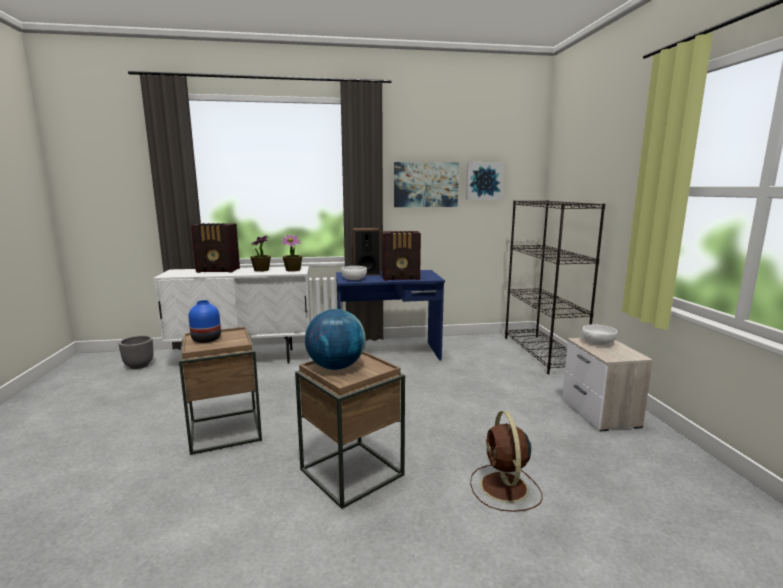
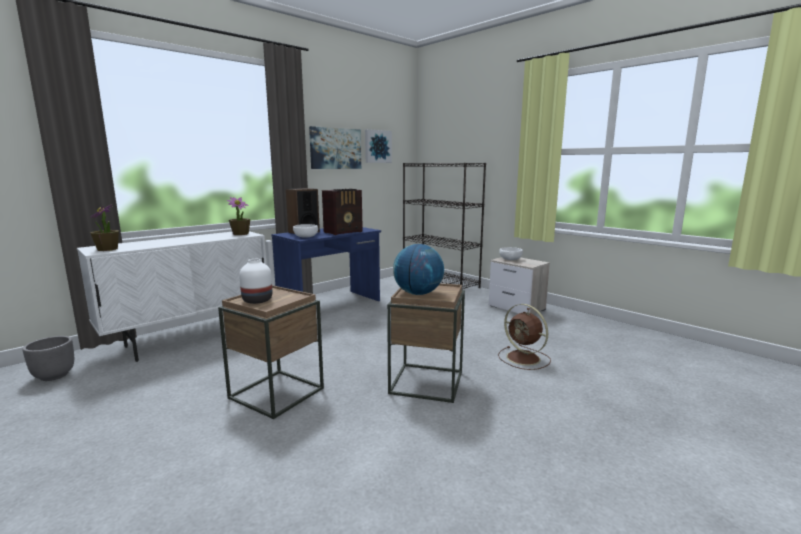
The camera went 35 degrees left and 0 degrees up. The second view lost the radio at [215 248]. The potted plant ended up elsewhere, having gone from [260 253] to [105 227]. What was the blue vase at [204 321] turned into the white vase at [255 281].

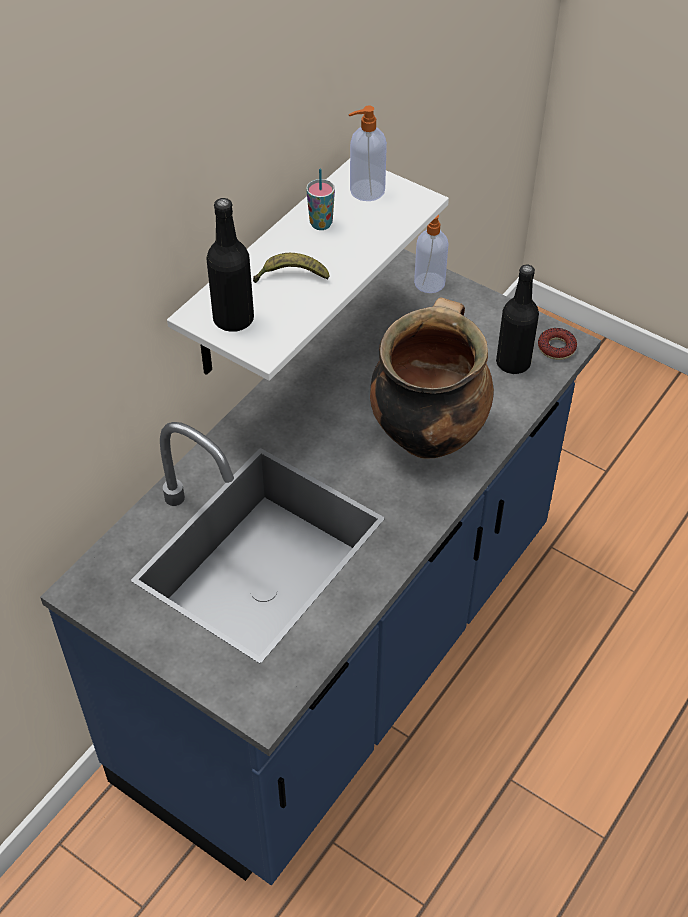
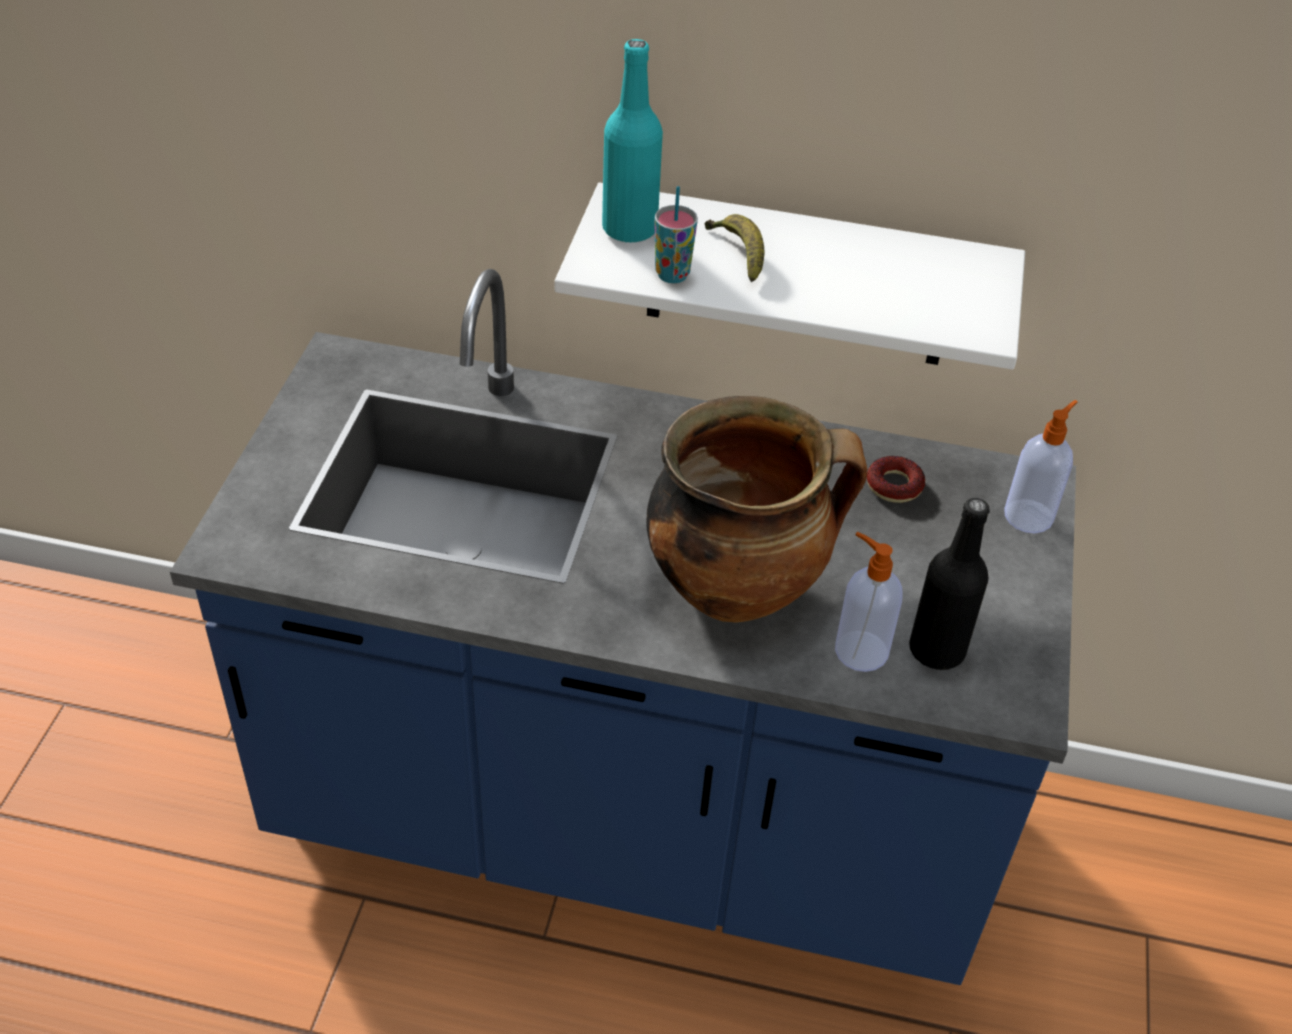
The camera went 65 degrees right and 5 degrees down. The cup ended up elsewhere, having gone from [320 199] to [676 234]. The soap dispenser ended up elsewhere, having gone from [368 153] to [869 602]. The donut ended up elsewhere, having gone from [557 344] to [896 479]. What was the black bottle at [230 265] turned into the turquoise bottle at [632 141].

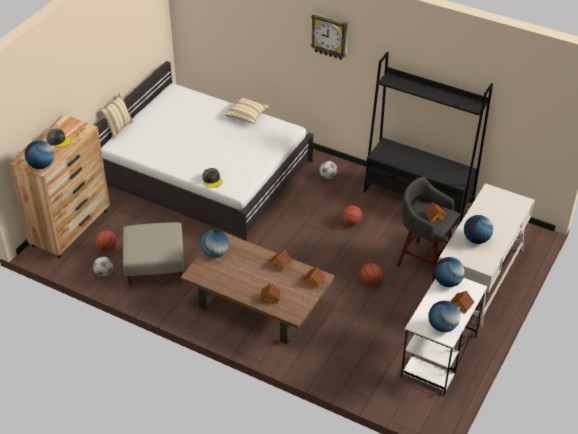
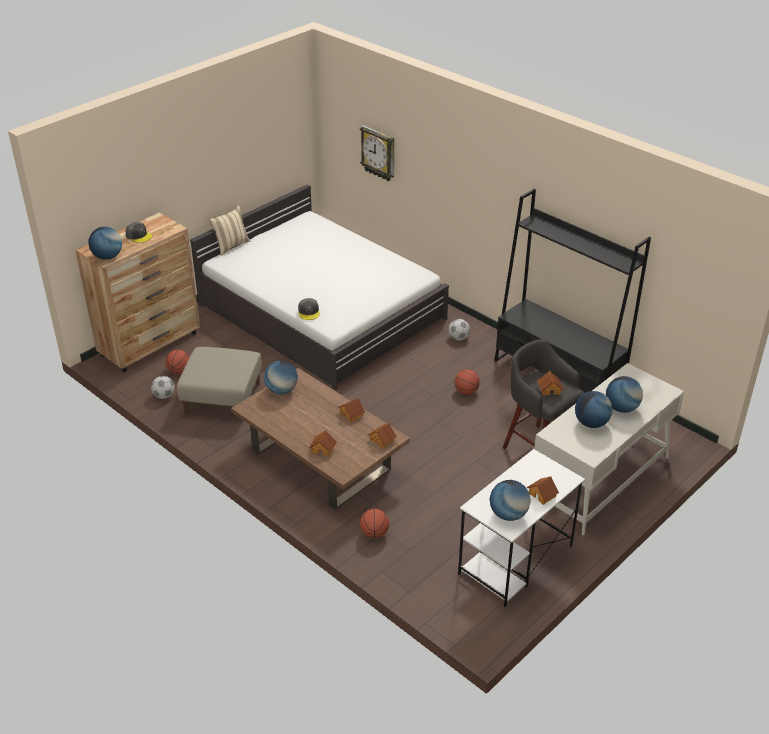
The camera went 15 degrees right and 5 degrees down. The second view lost the beige pillow at [247 110]. The wall clock ended up elsewhere, having gone from [329 36] to [377 153]. The basketball ended up elsewhere, having gone from [371 274] to [374 523]. The globe ended up elsewhere, having gone from [449 272] to [624 394].

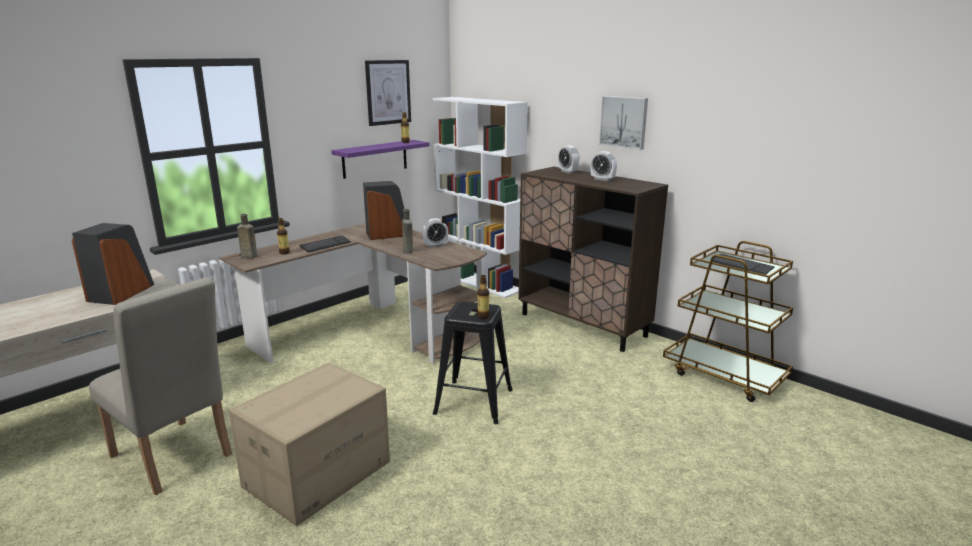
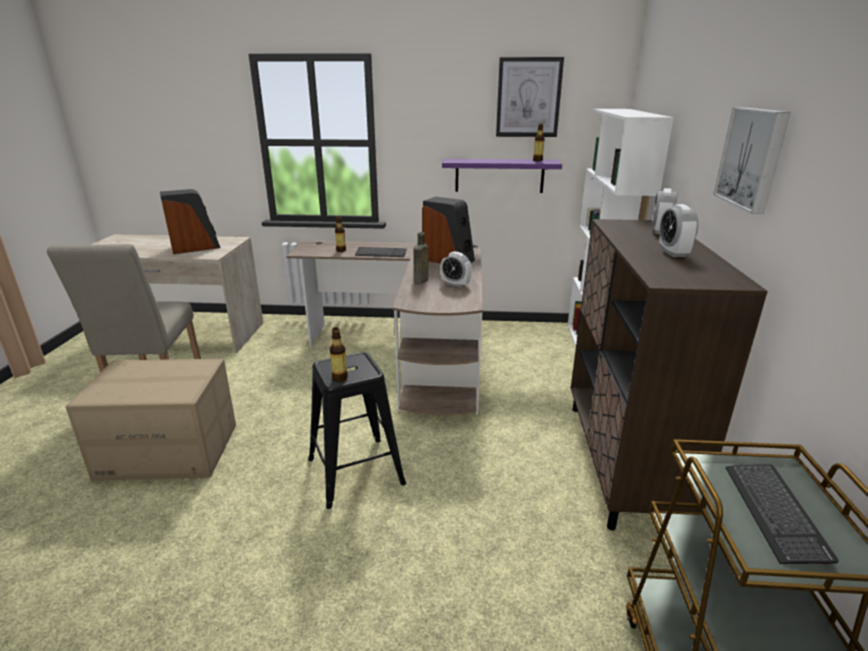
The camera went 50 degrees right and 5 degrees up. The second view lost the brown bottle at [247 236].

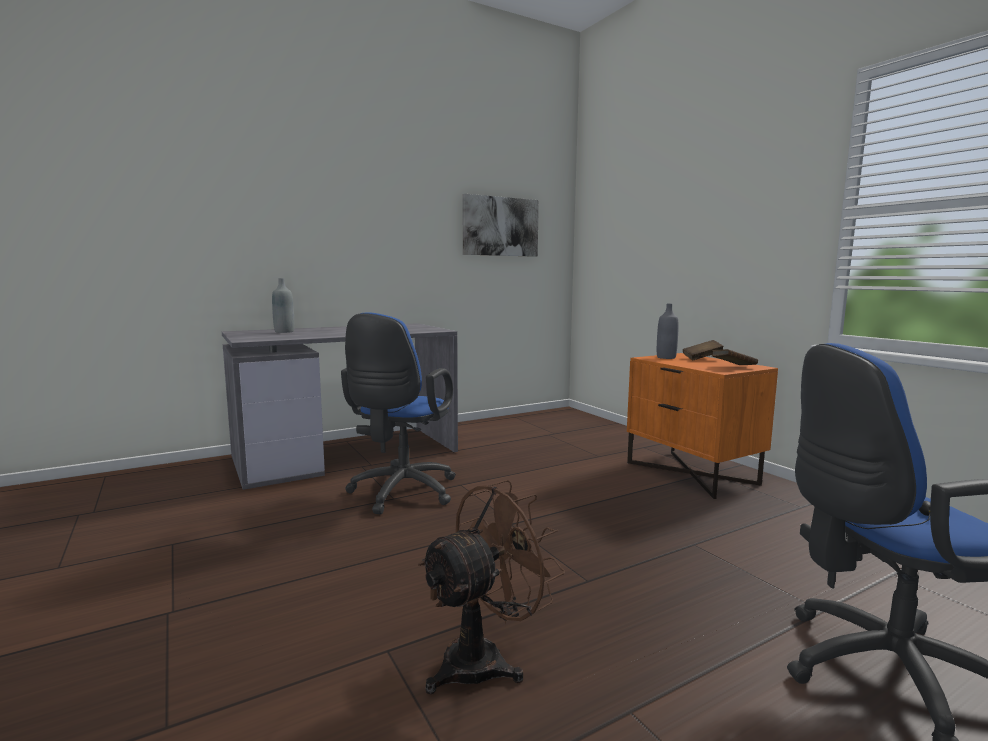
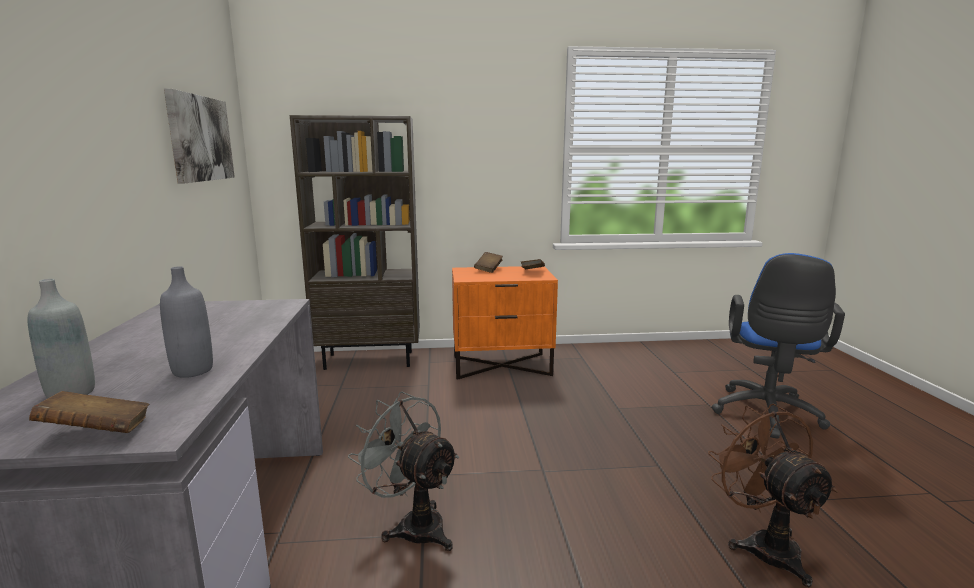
The camera went 65 degrees left and 5 degrees up. The second view gained the brown book at [89 412]. The second view gained the brown bookcase at [355 242]. The grey bottle ended up elsewhere, having gone from [668 331] to [186 322]. Where the blue office chair stood at [398 413], the grey fan came to stand at [403 471].

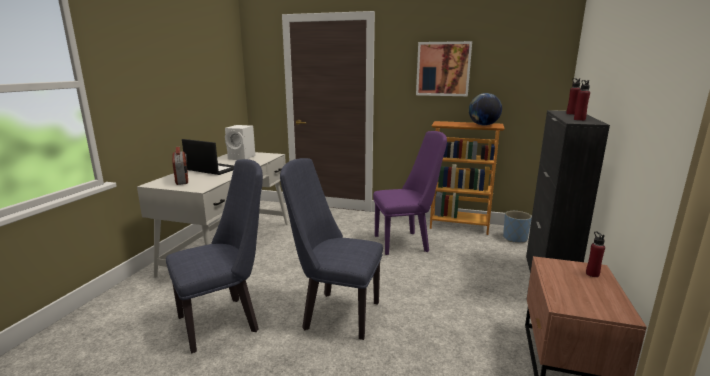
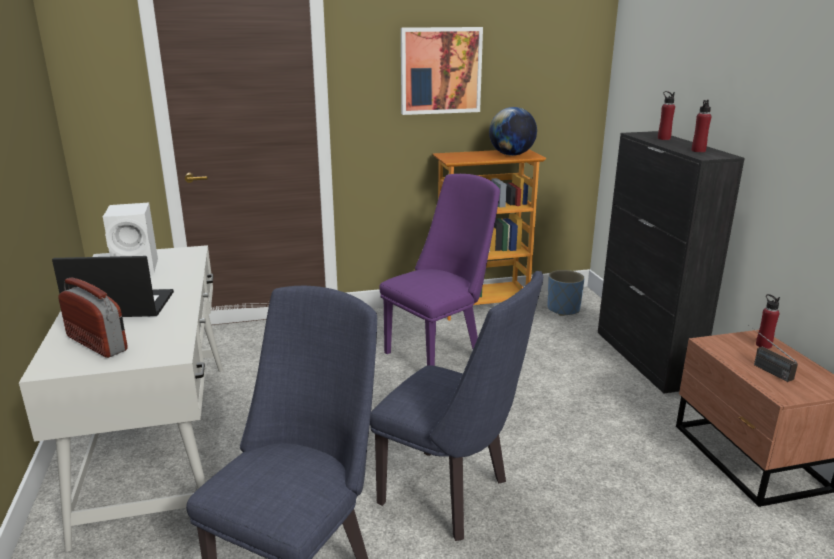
The camera went 30 degrees left and 5 degrees up. The second view gained the radio at [773 353]. The blue chair at [331 249] ended up facing another way, 135 degrees counterclockwise from before.

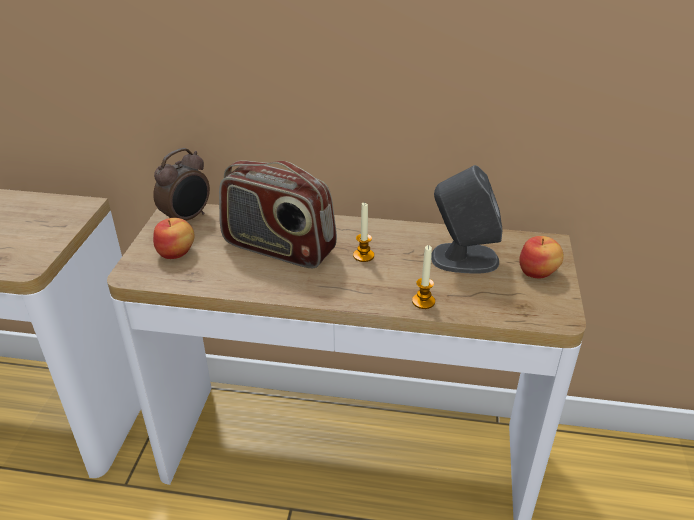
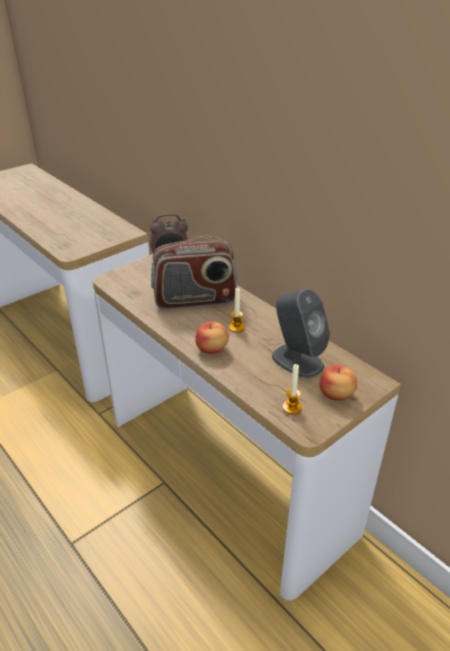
The camera went 40 degrees right and 0 degrees up. The apple ended up elsewhere, having gone from [174 238] to [212 338]. The candle ended up elsewhere, having gone from [423 277] to [292 389]. The radio at [278 214] ended up facing another way, 75 degrees counterclockwise from before.

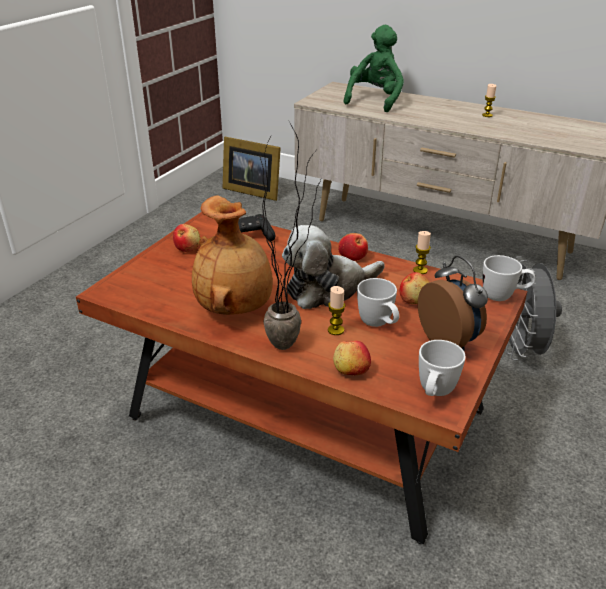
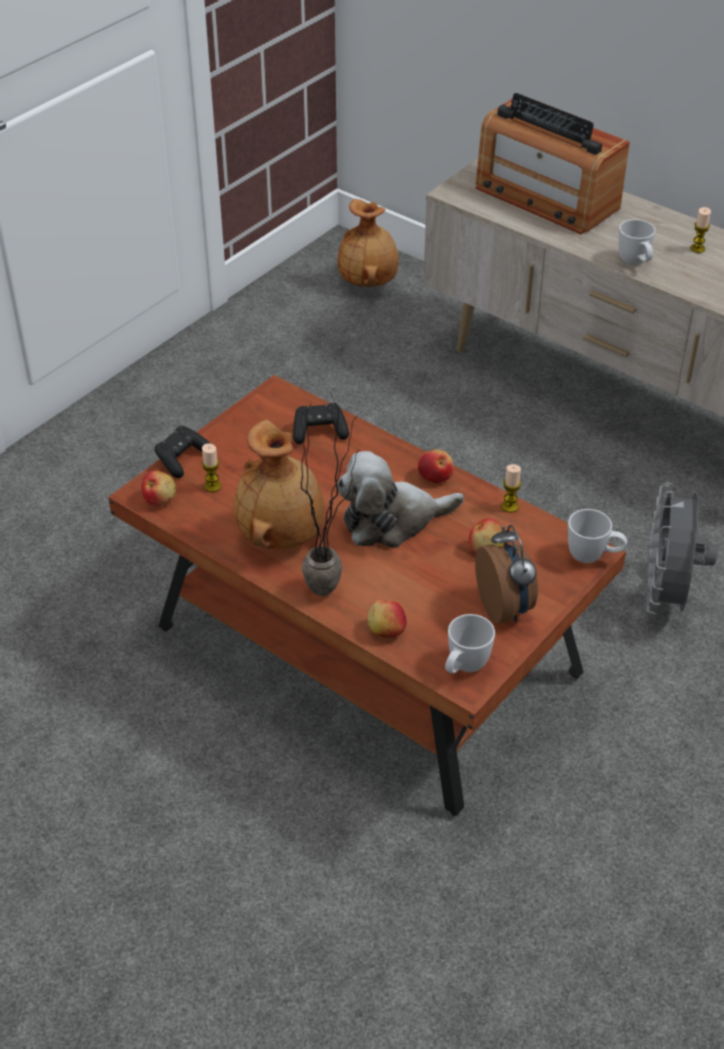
The camera went 10 degrees right and 10 degrees up. The second view gained the black game controller at [183 452]. The apple ended up elsewhere, having gone from [187 238] to [158 488]. The candle ended up elsewhere, having gone from [337 310] to [211 467]. The white mug ended up elsewhere, having gone from [378 302] to [636 242]. Where the picture frame stood at [252 169], the brown vase came to stand at [368 243]. Where the green plush toy stood at [374 68], the radio came to stand at [553 163].

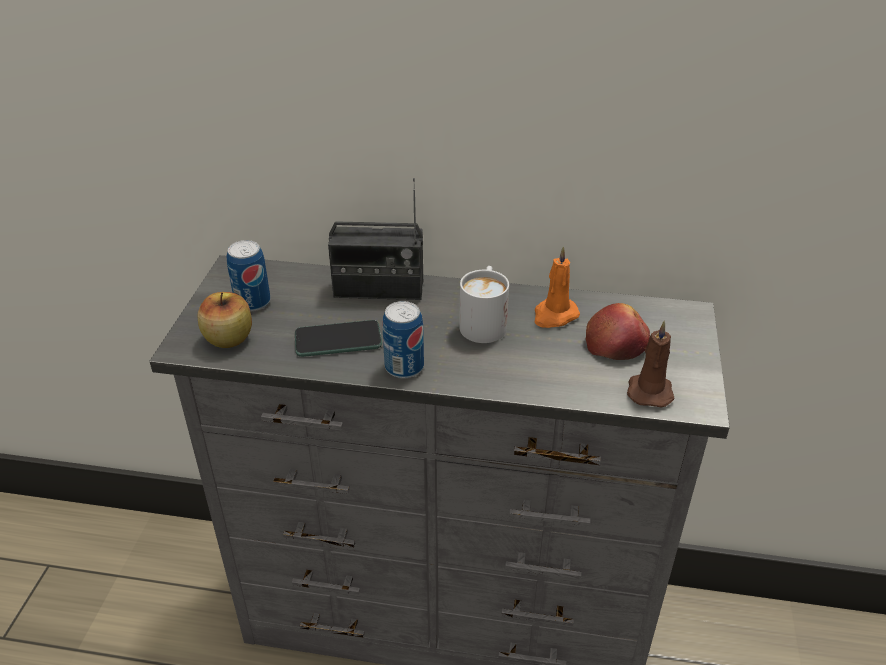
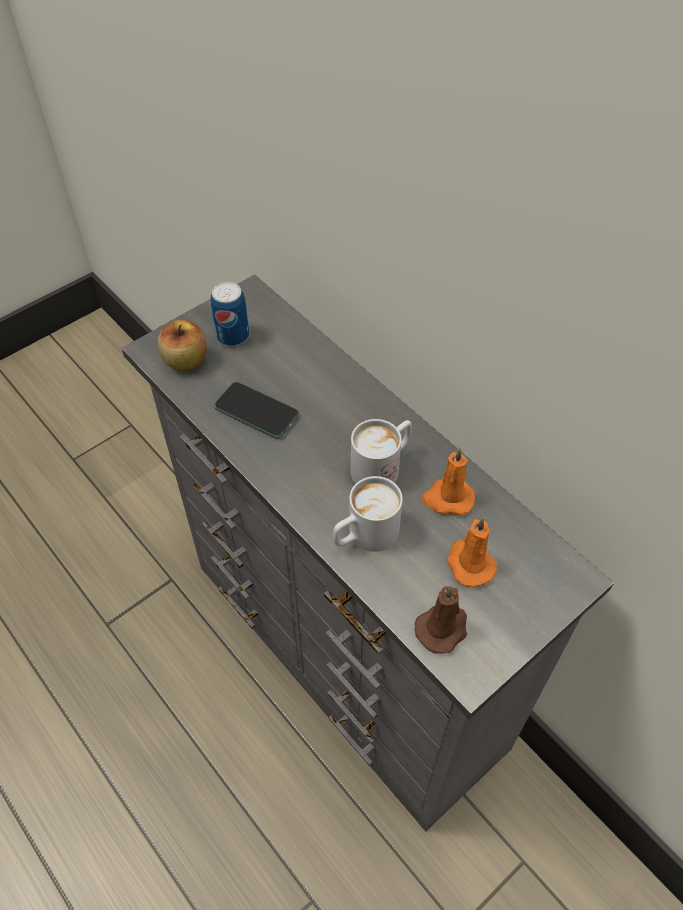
The camera went 40 degrees right and 15 degrees up. The second view lost the radio at [375 239]. The second view lost the can at [403 339]. The second view gained the white mug at [368 514]. Where the apple stood at [618 331], the orange candle came to stand at [472 552].

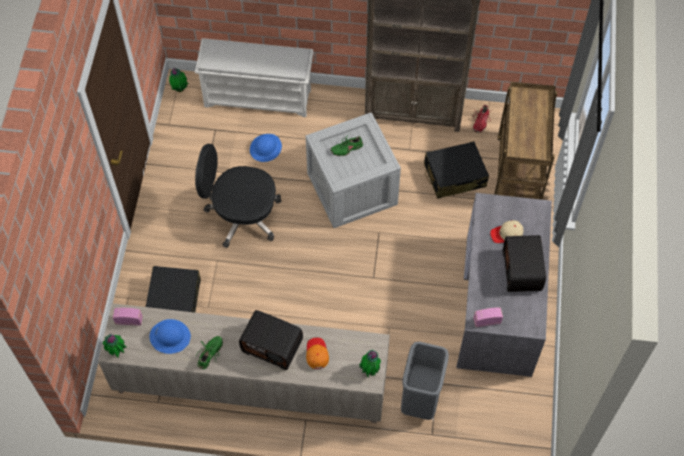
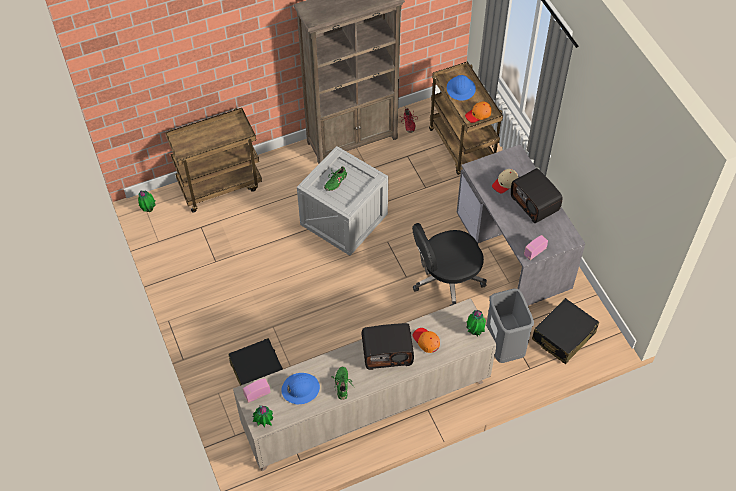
The camera went 30 degrees left and 5 degrees down. The second view gained the orange cap at [478 112]. The black office chair ended up elsewhere, having gone from [238 196] to [449 264]. The blue hard hat ended up elsewhere, having gone from [266 148] to [461 88]. The black suitcase ended up elsewhere, having gone from [456 170] to [565 331]. Where the white shoe rack stood at [254 77], the brown cart came to stand at [213 160].

